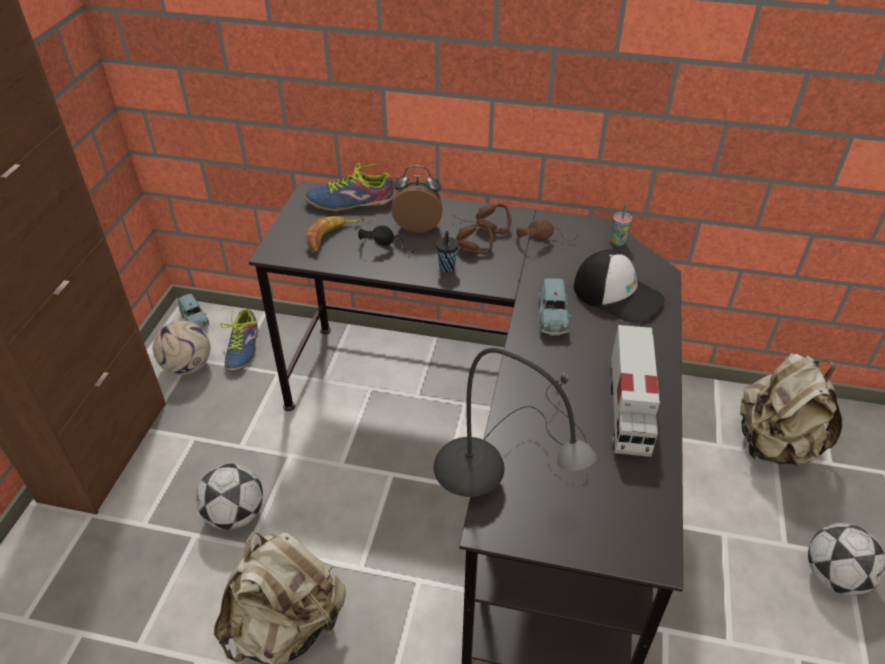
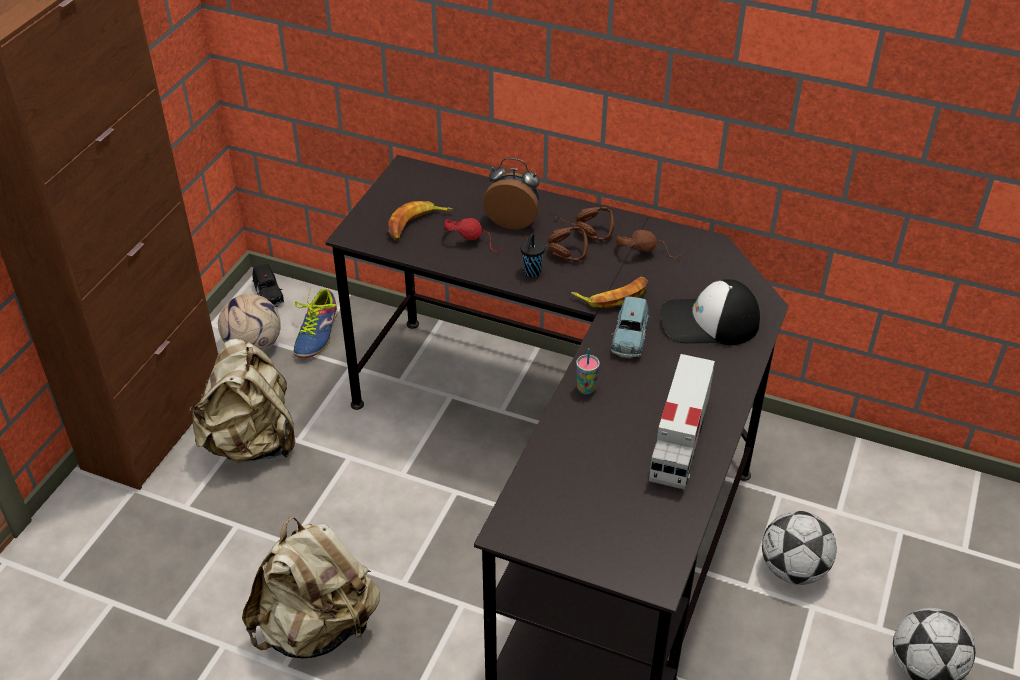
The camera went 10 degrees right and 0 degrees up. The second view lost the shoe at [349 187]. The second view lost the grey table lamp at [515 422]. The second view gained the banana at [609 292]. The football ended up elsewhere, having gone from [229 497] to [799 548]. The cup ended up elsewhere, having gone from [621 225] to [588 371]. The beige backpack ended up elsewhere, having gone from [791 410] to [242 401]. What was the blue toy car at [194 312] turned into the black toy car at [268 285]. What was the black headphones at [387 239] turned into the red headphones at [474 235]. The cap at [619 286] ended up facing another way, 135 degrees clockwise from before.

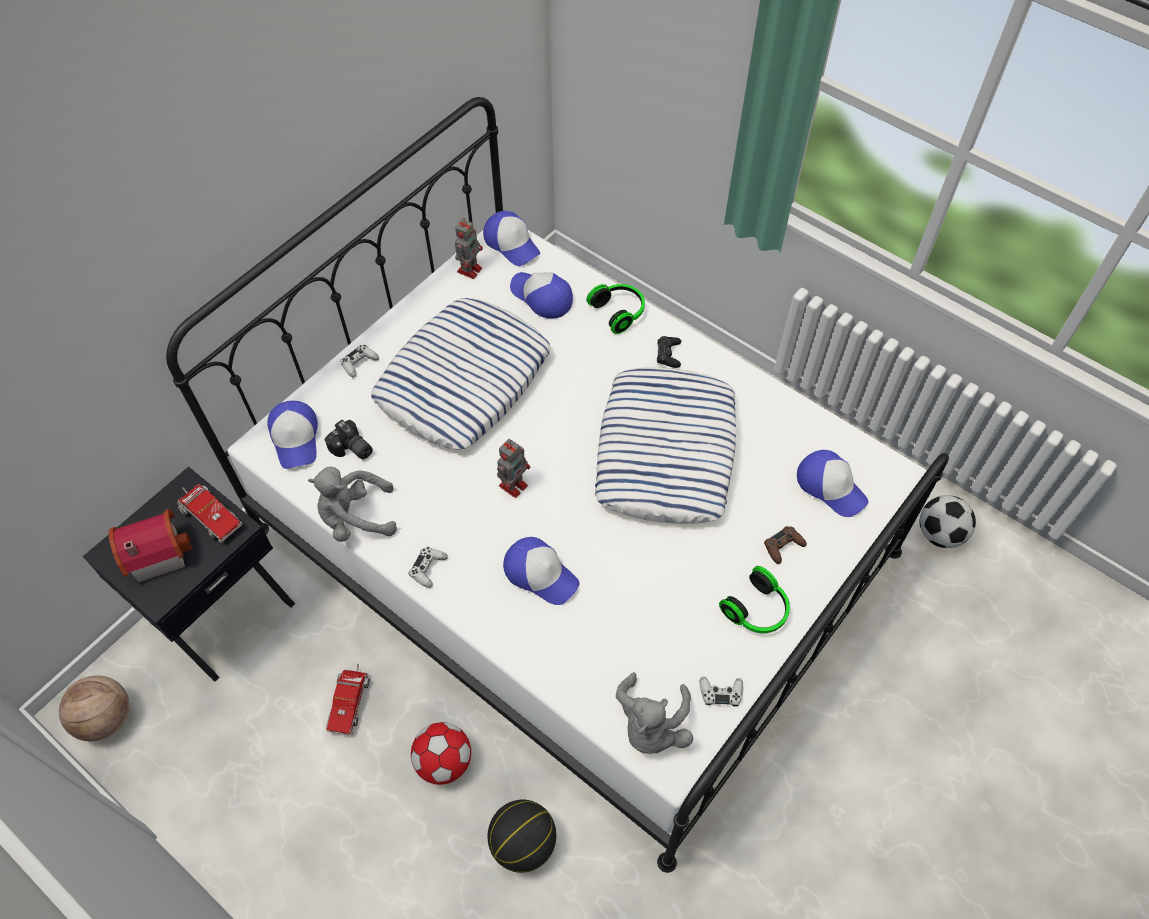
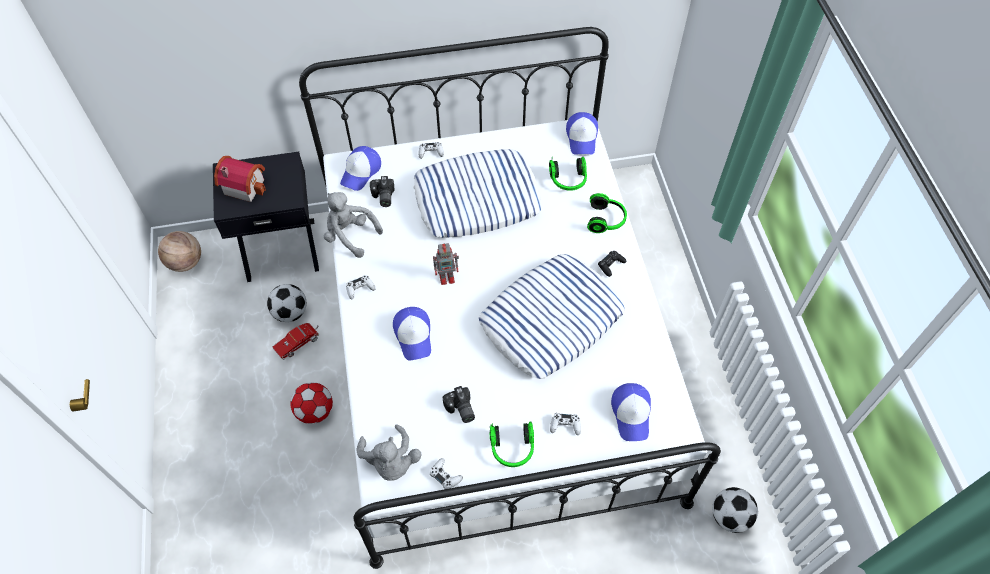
The camera went 40 degrees right and 0 degrees up. The second view lost the toy truck at [209 513]. The second view lost the toy robot at [469 248]. The second view lost the basketball at [522 836]. The second view gained the football at [286 303]. The second view gained the photo camera at [459 404]. Where the cap stood at [541 295], the headphones came to stand at [568 173]. What was the brown game controller at [785 545] turned into the white game controller at [565 424]. The grey plush toy at [654 713] ended up facing another way, 75 degrees counterclockwise from before.

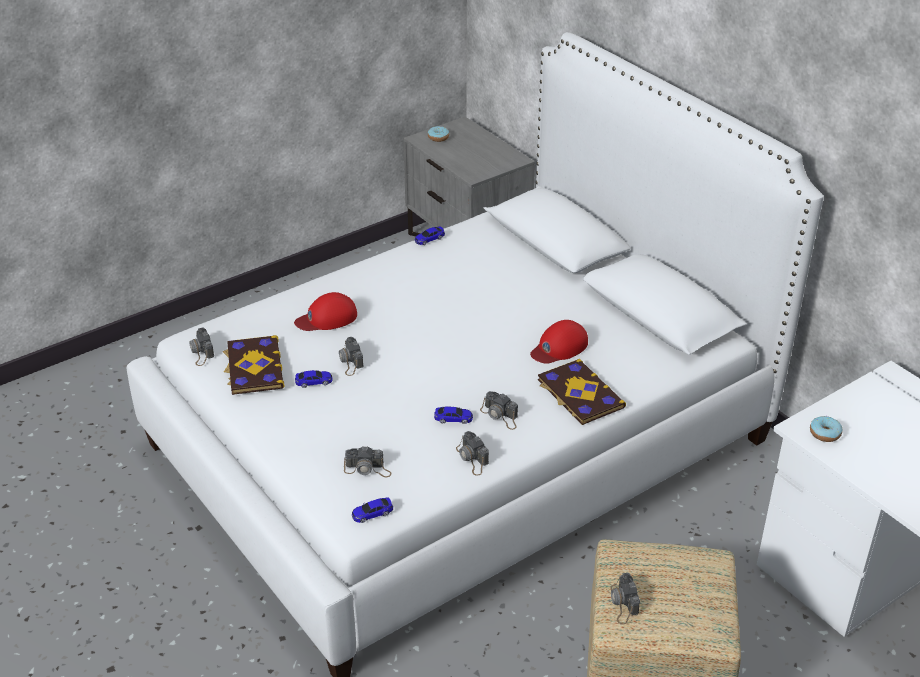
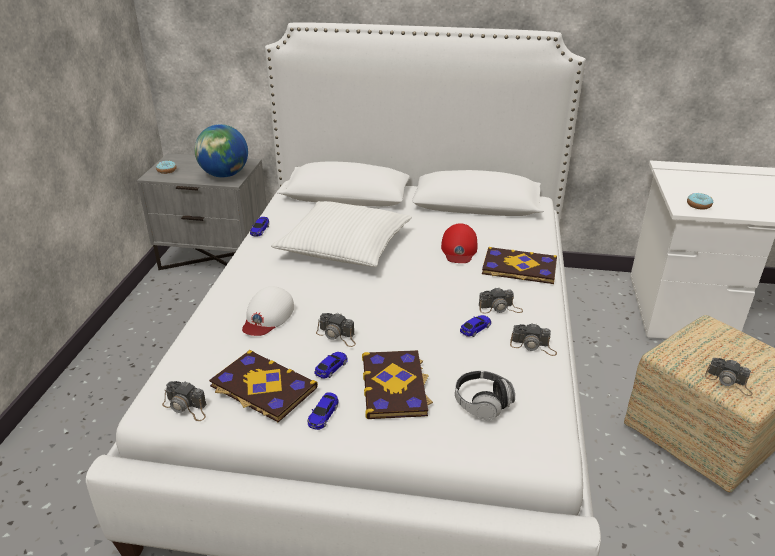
The camera went 45 degrees left and 5 degrees down. The second view gained the globe at [221 151]. The second view gained the white pillow at [341 234]. The second view gained the book at [397 384]. The toy car ended up elsewhere, having gone from [372 510] to [323 411]. Where the photo camera stood at [367 461], the headphones came to stand at [485 395]. What was the red cap at [325 311] turned into the white cap at [268 311].

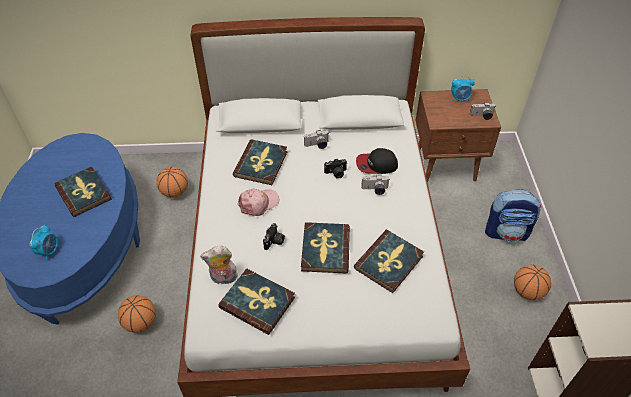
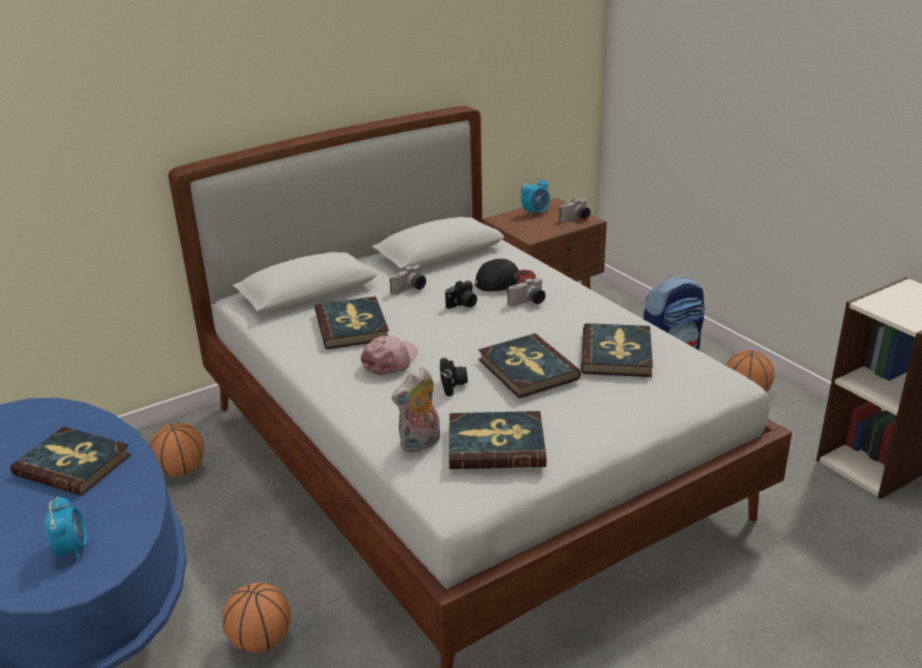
The camera went 30 degrees left and 20 degrees down. The cap at [377 161] ended up facing another way, 150 degrees counterclockwise from before.

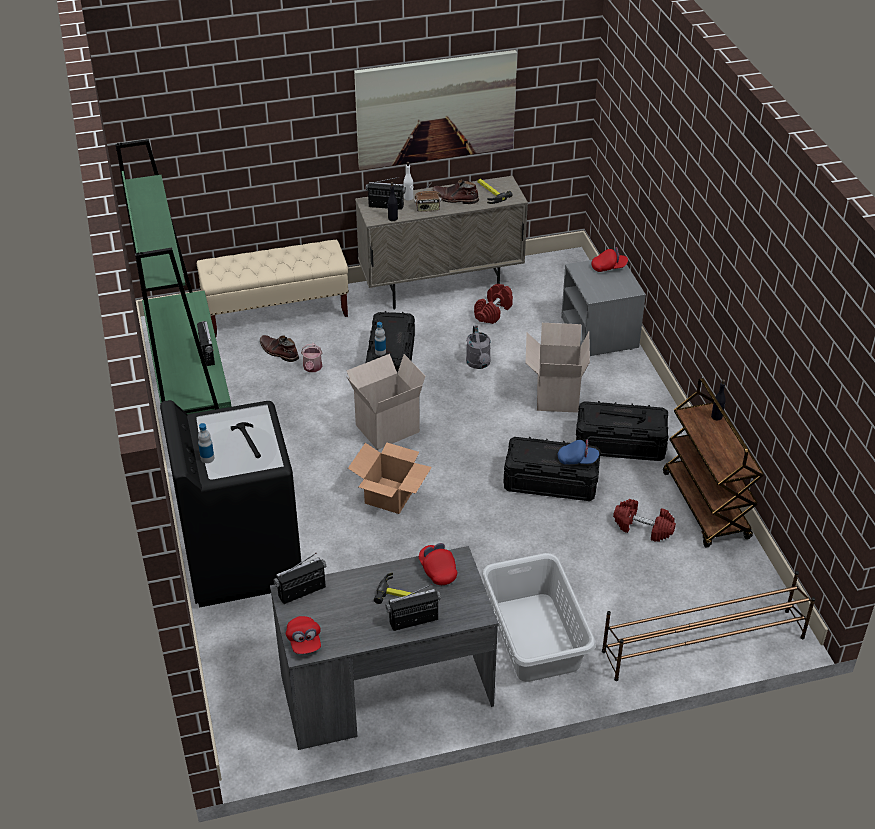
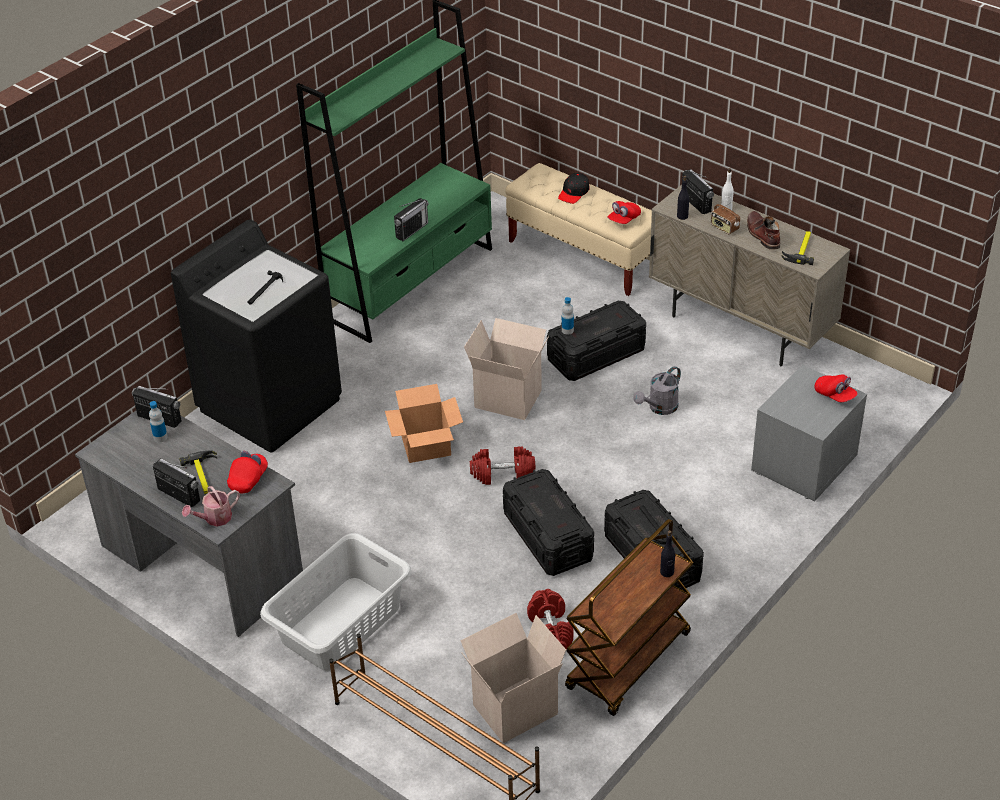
The camera went 55 degrees right and 0 degrees up. The second view lost the brown boot at [279 348]. The second view lost the picture at [435 110]. The second view lost the blue cap at [578 451]. The second view gained the black cap at [573 188]. The bottle ended up elsewhere, having gone from [206 443] to [158 421]. The red cap ended up elsewhere, having gone from [303 635] to [624 212]. The watering can ended up elsewhere, having gone from [311 357] to [211 506]. The red dumbbell ended up elsewhere, having gone from [493 304] to [502 465]. The cardboard box ended up elsewhere, having gone from [558 368] to [513 678].

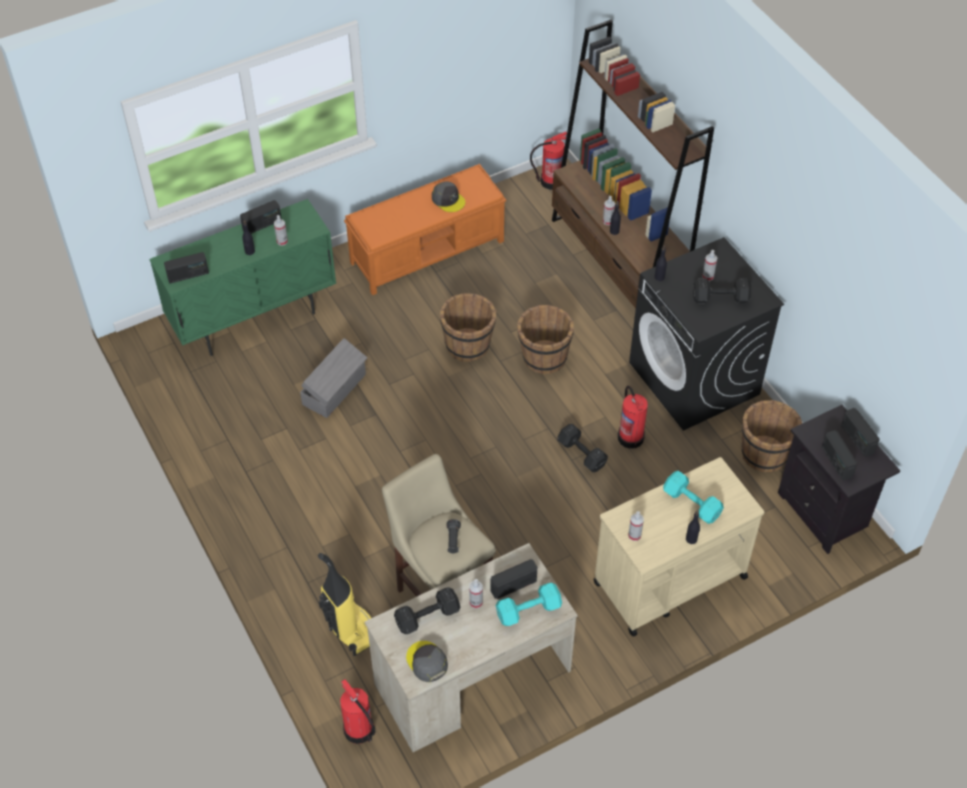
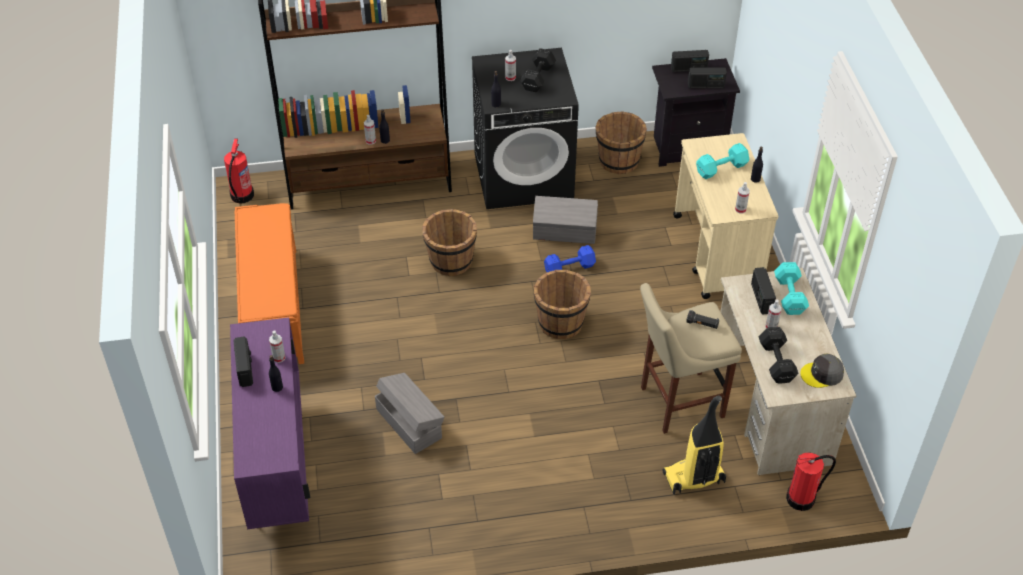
The camera went 70 degrees left and 5 degrees down. The second view lost the radio at [186 267]. The second view lost the grey cap at [448 197]. The brown bucket ended up elsewhere, having gone from [468 327] to [562 304]. Where the fire extinguisher stood at [633 417], the grey storage box came to stand at [565 220]. What was the green cabinet at [242 277] turned into the purple cabinet at [270 423]. What was the black dumbbell at [582 448] turned into the blue dumbbell at [570 258].

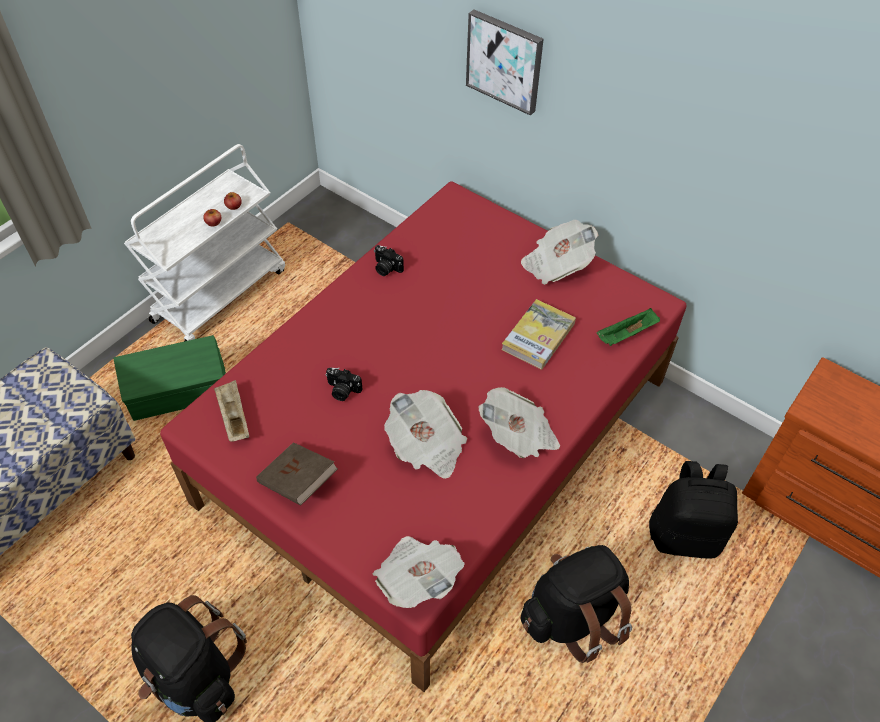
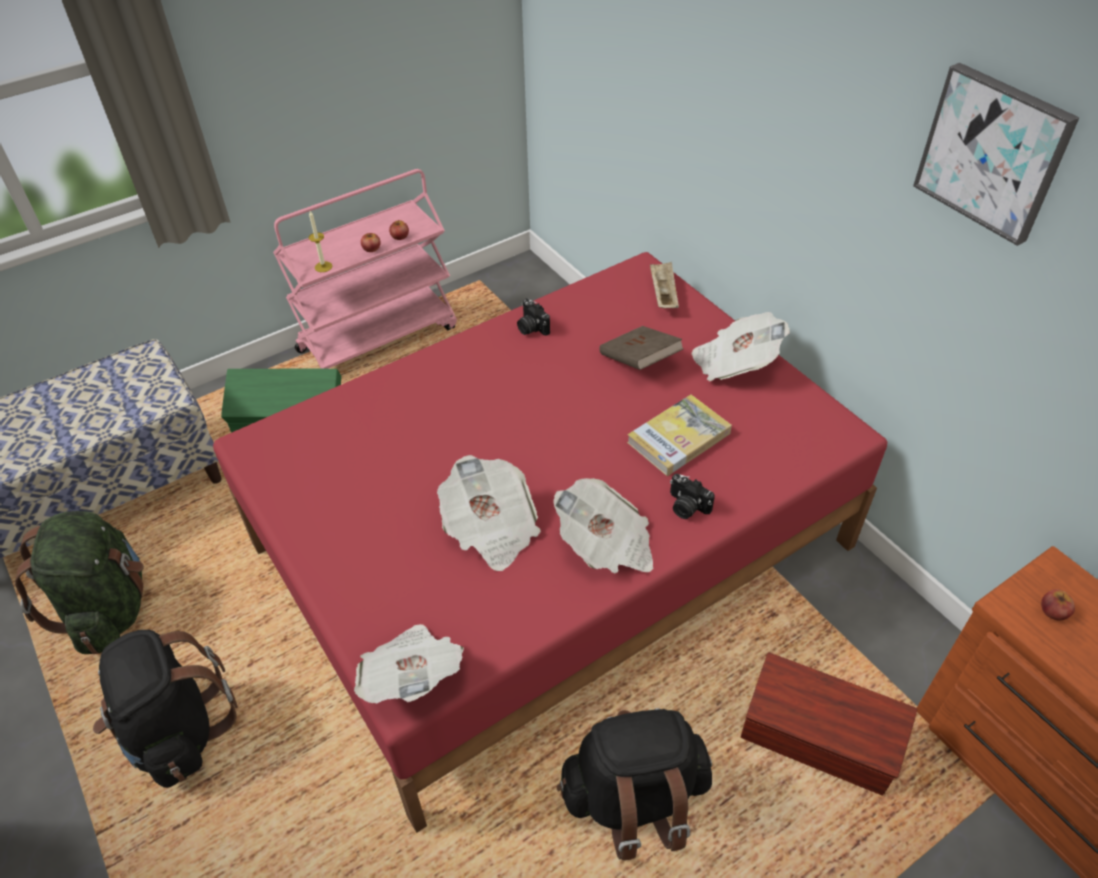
The camera went 20 degrees right and 5 degrees down. The second view lost the green tray at [628 327]. The second view gained the green backpack at [79 582]. The second view gained the candle at [320 241]. The second view gained the apple at [1058 605]. The beige tray ended up elsewhere, having gone from [231 411] to [664 284]. The brown book ended up elsewhere, having gone from [297 473] to [641 348]. The photo camera ended up elsewhere, having gone from [344 384] to [692 496]. The picture ended up elsewhere, having gone from [505 63] to [996 154]. Where the black backpack stood at [693 509], the brown storage box came to stand at [829 724]. What was the white cart at [204 243] turned into the pink cart at [365 269].

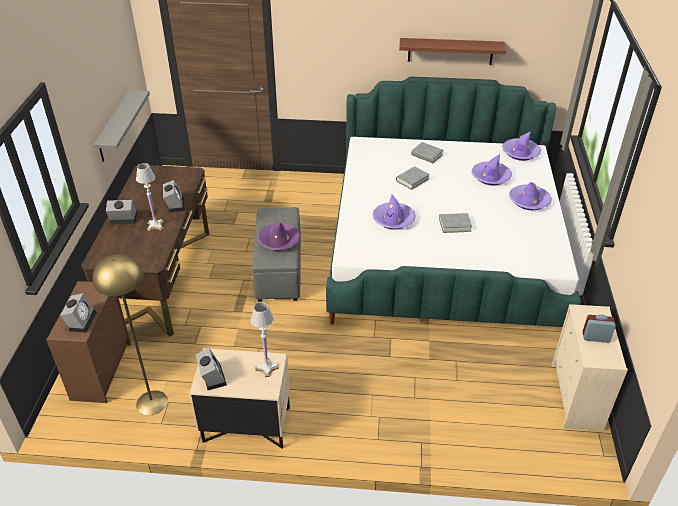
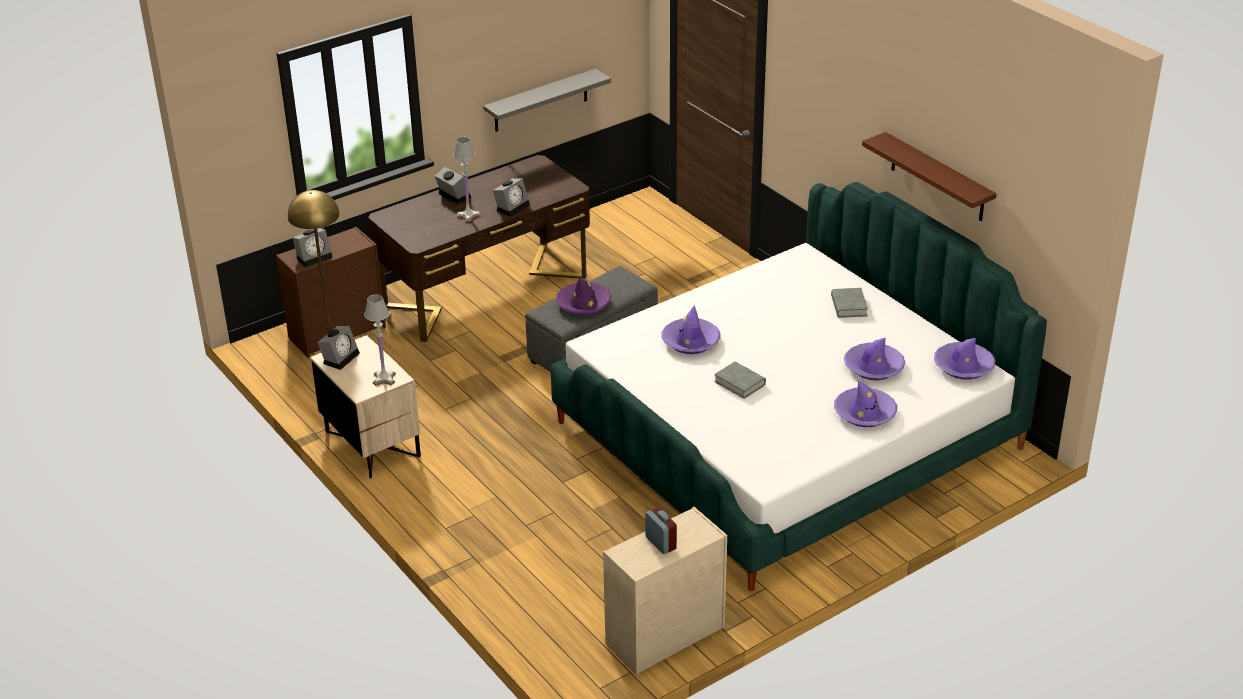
The camera went 50 degrees right and 5 degrees down. The second view lost the grey book at [413 178].

